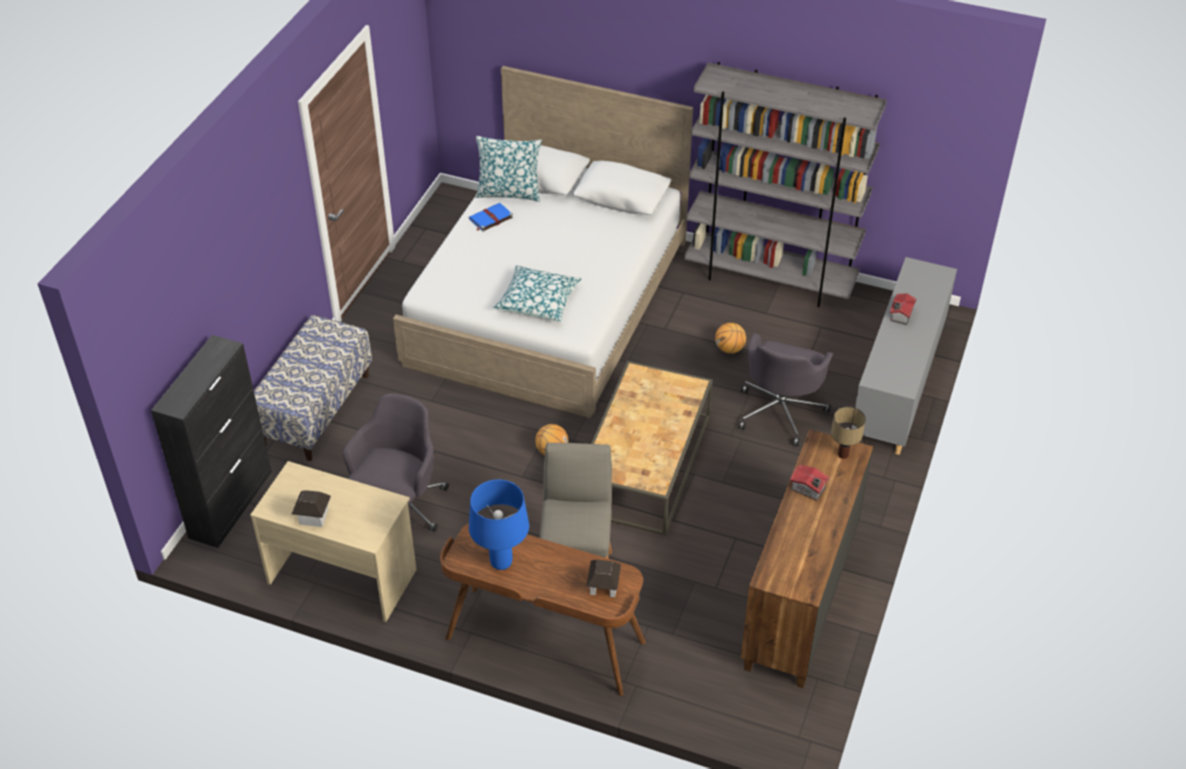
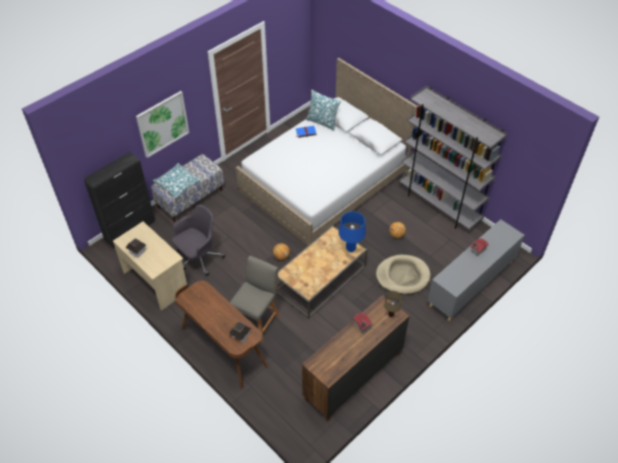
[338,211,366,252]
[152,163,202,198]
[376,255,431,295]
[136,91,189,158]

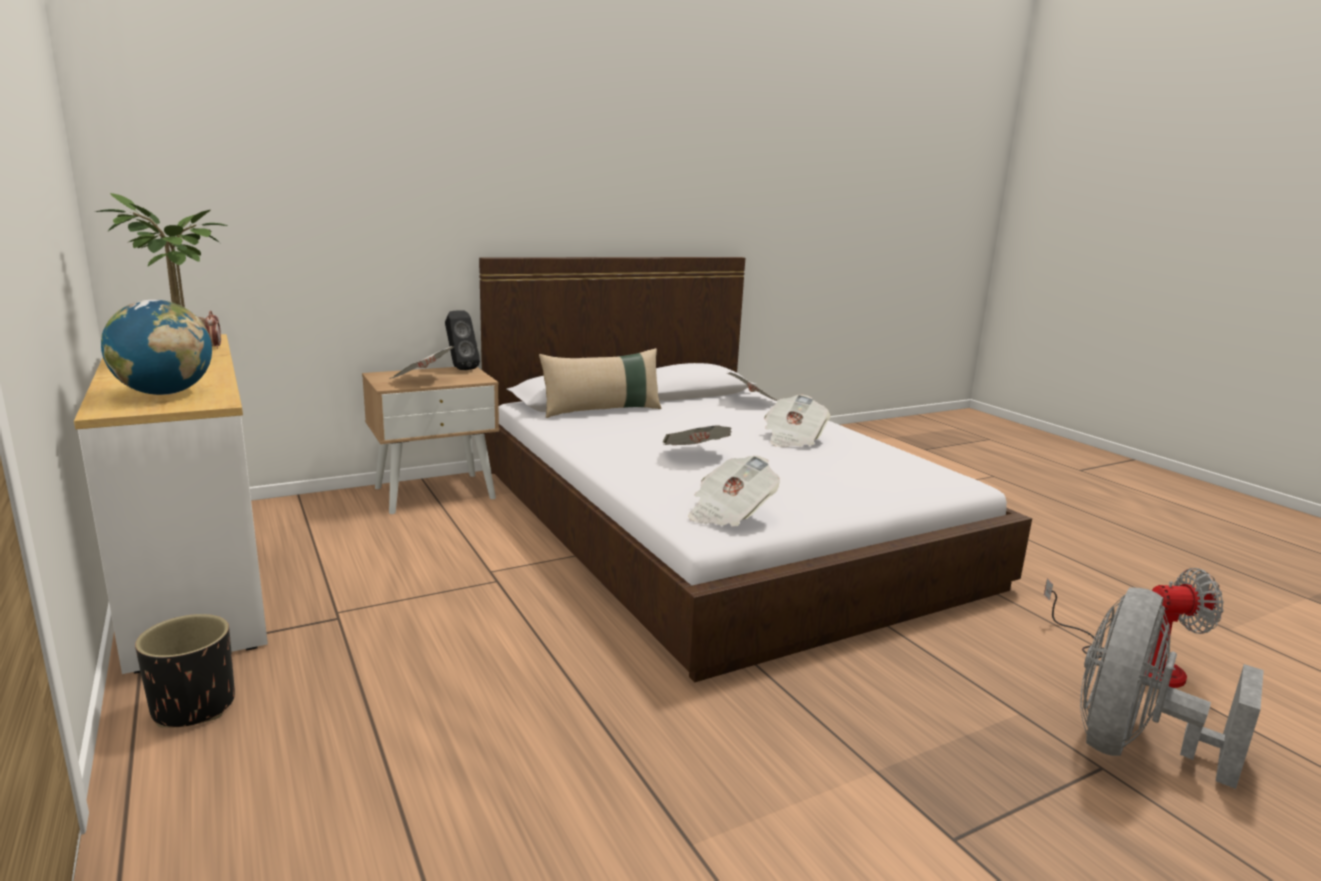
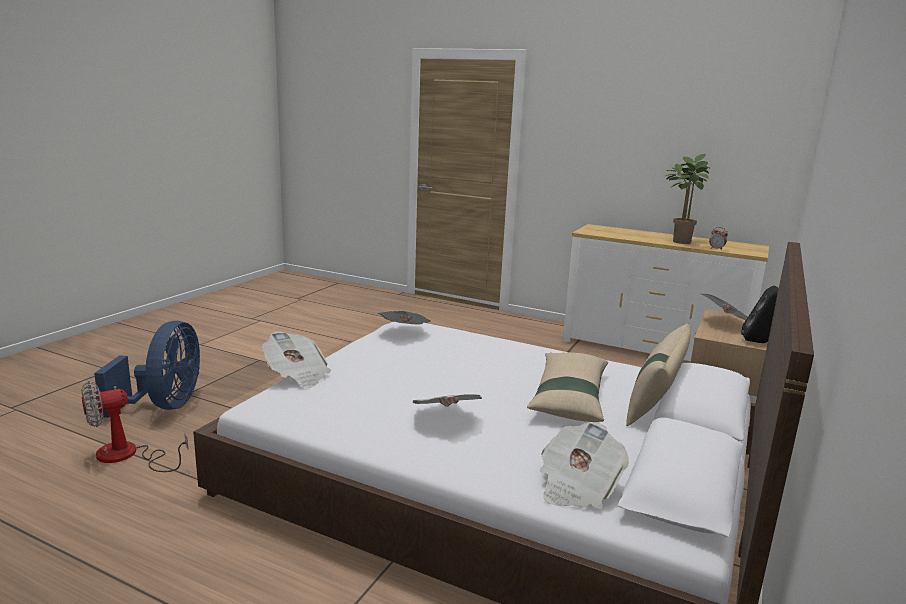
[101,300,212,395] (first image)
[135,614,235,728] (first image)
[262,331,331,388]
[94,321,200,418]
[527,352,608,422]

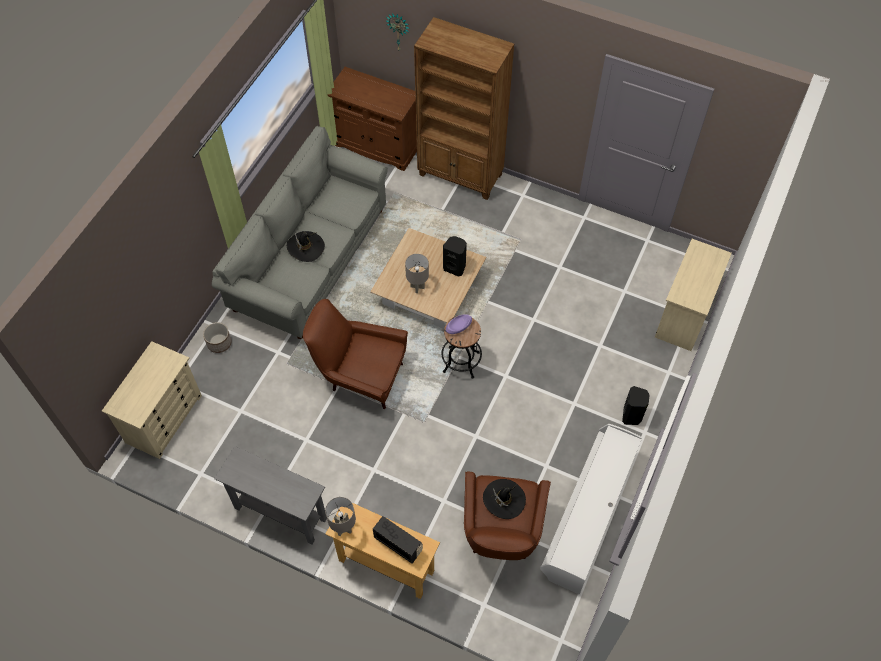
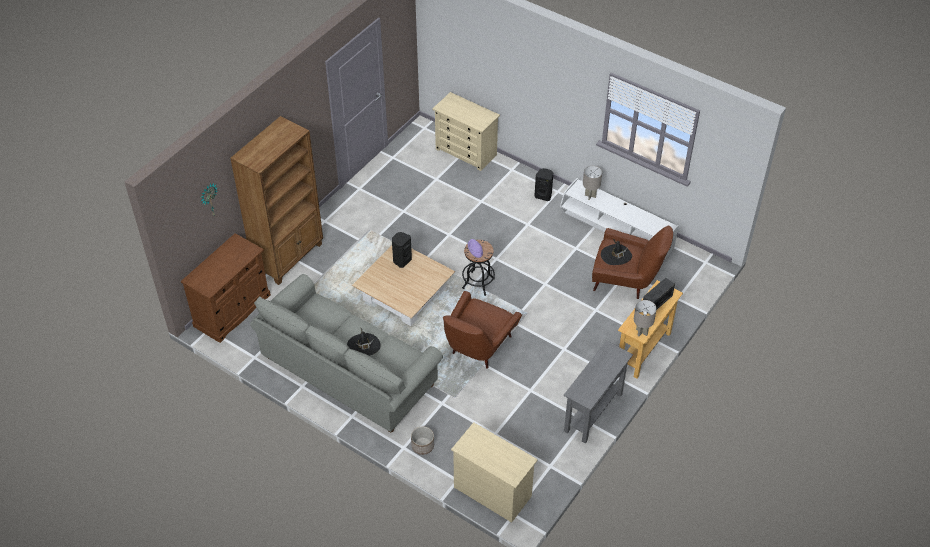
[583,166,602,200]

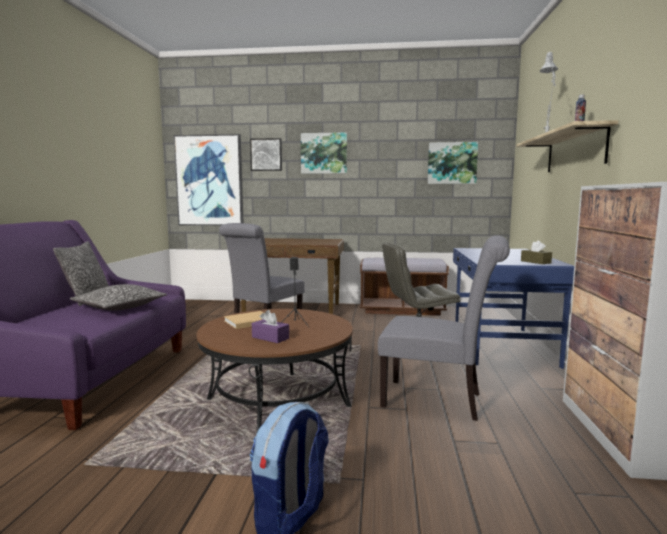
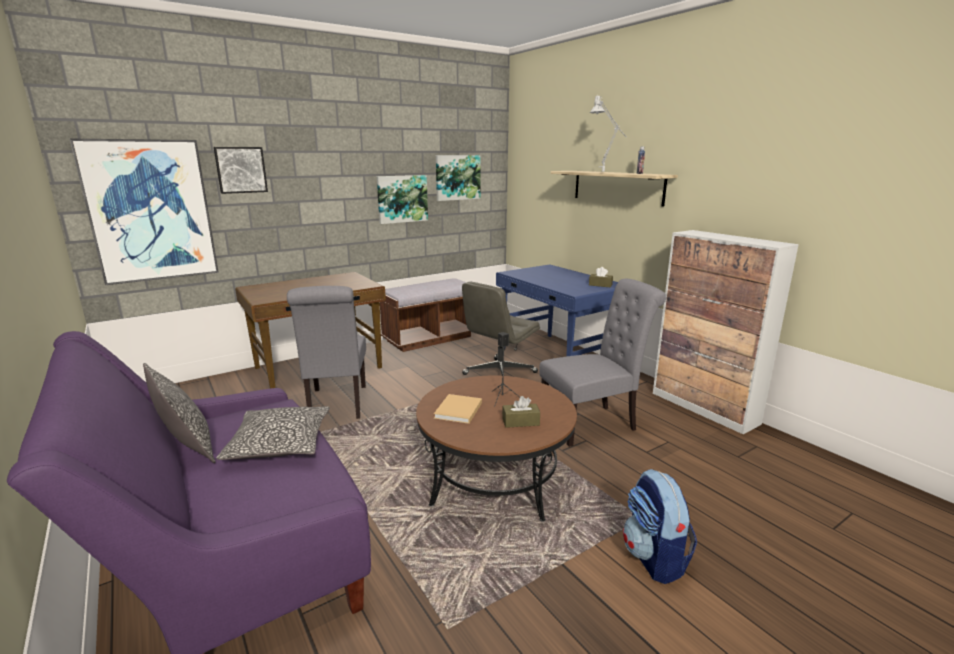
[502,396,540,428]
[377,175,428,224]

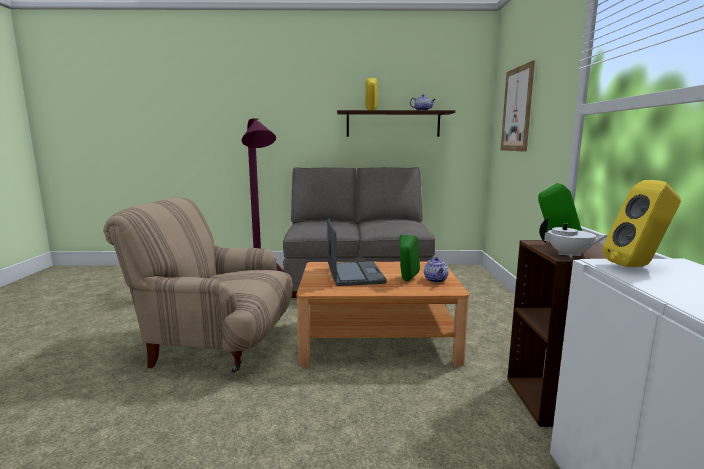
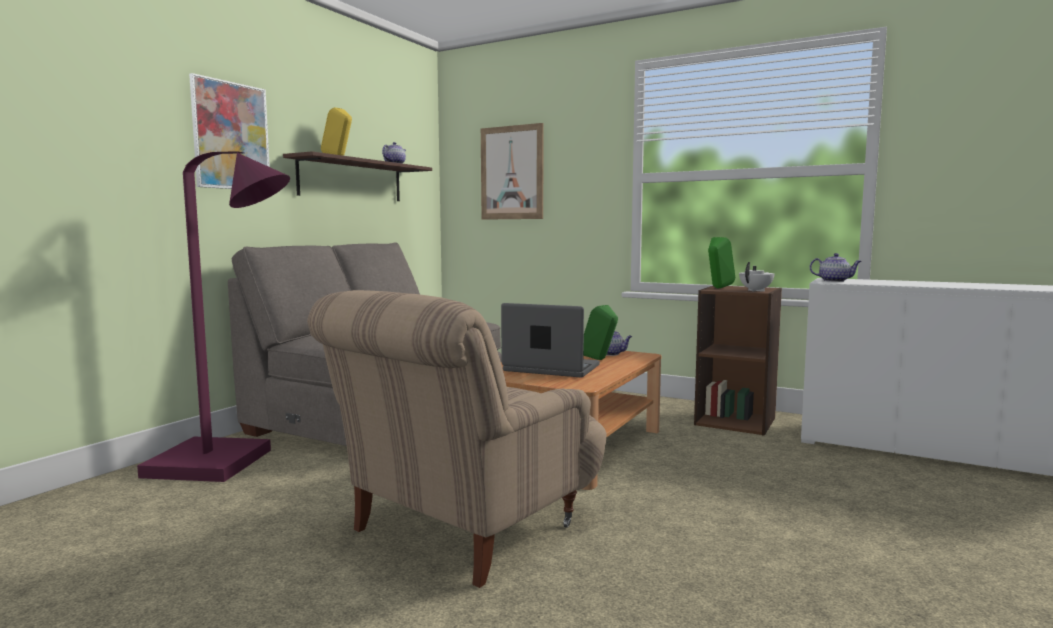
[810,253,862,282]
[189,73,270,189]

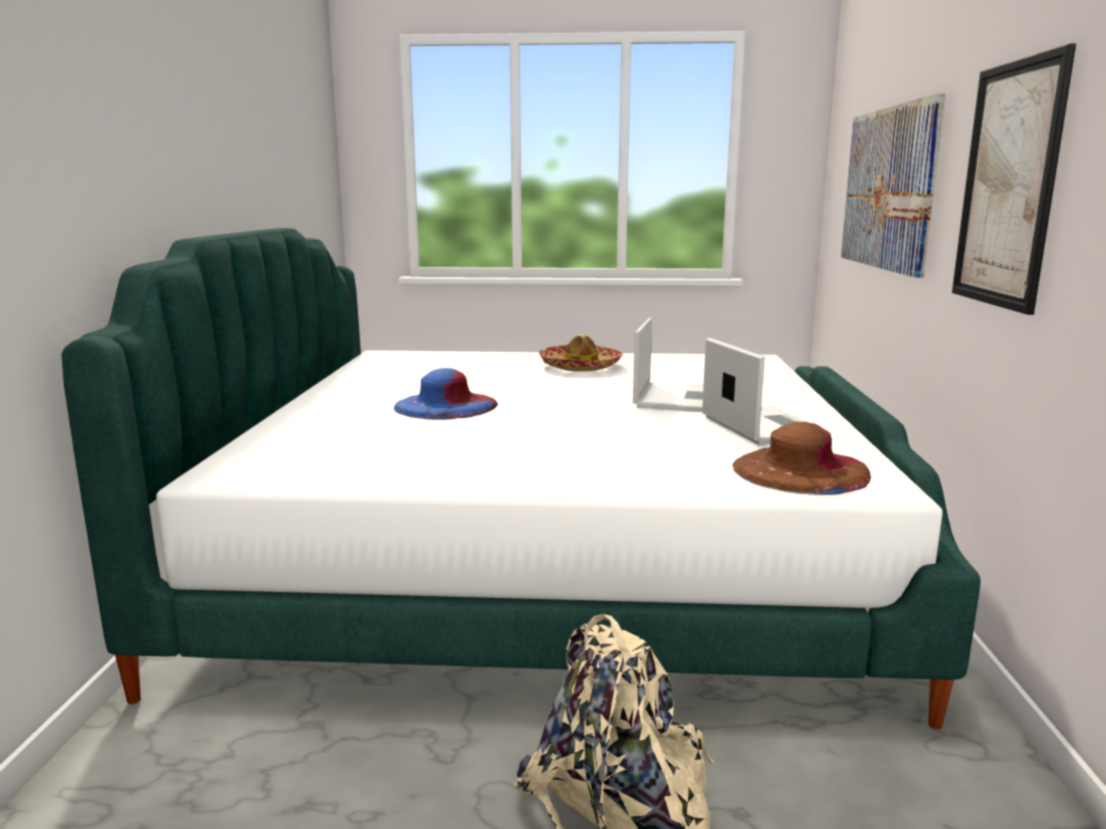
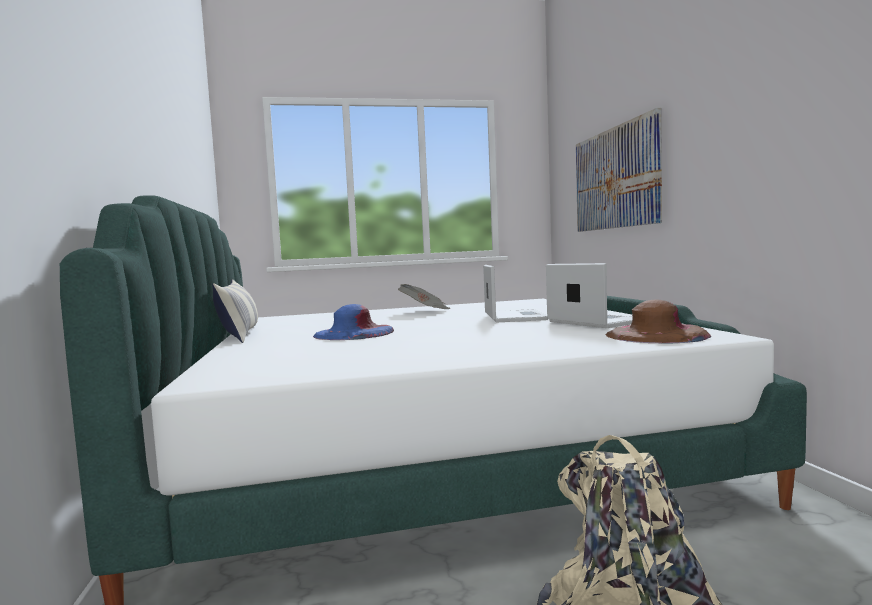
[398,284,451,309]
[952,44,1076,315] (first image)
[212,279,258,343]

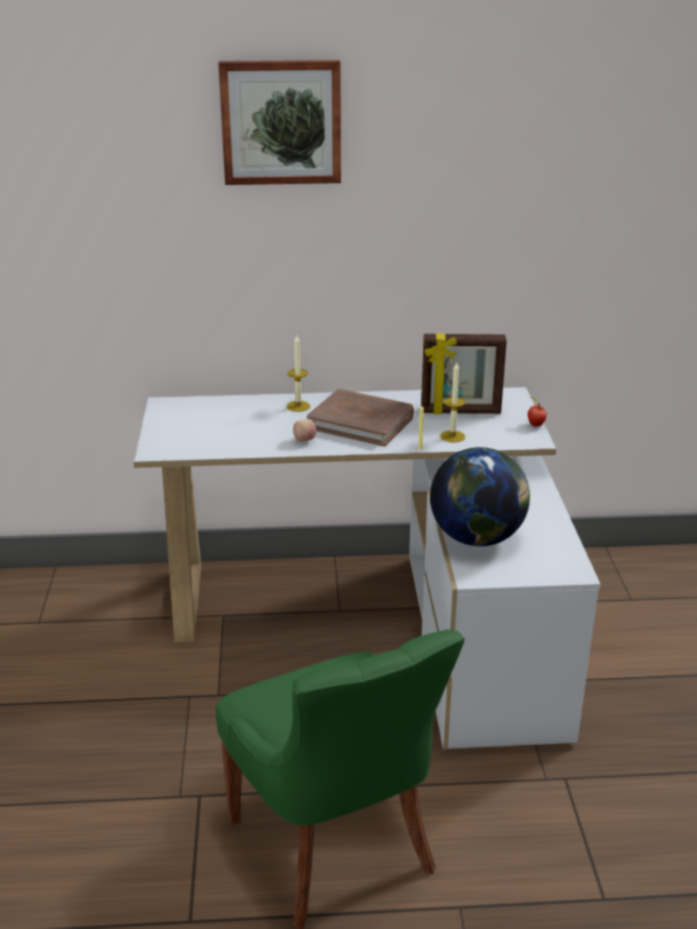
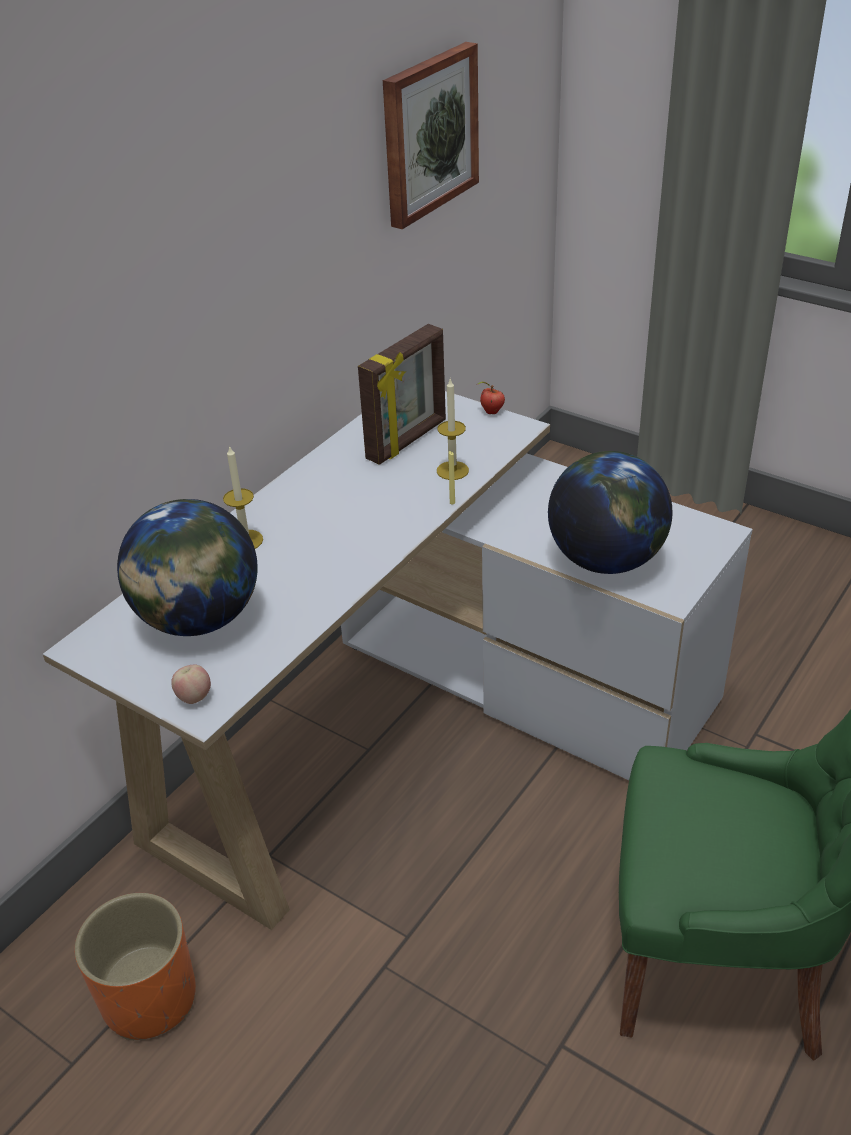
[383,42,479,229]
[171,665,211,704]
[307,389,414,446] (first image)
[75,893,196,1040]
[117,499,258,636]

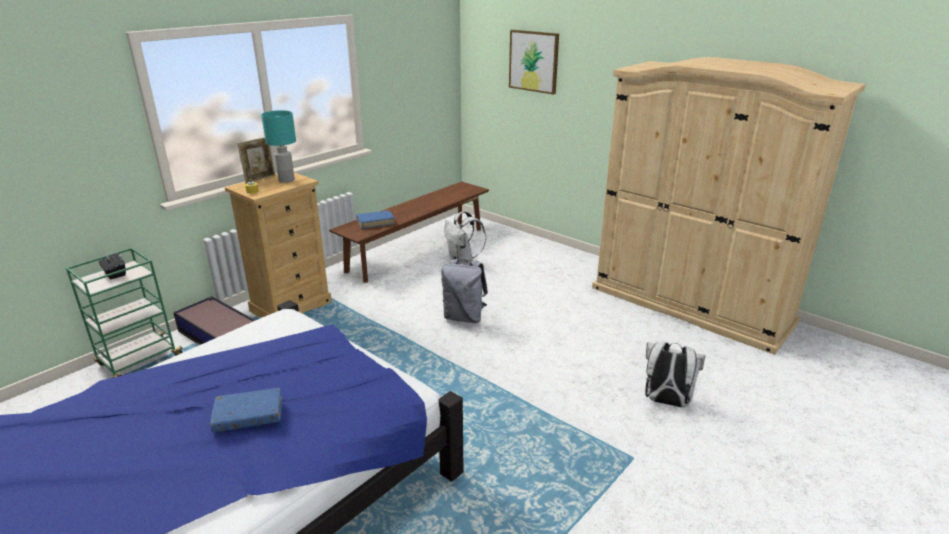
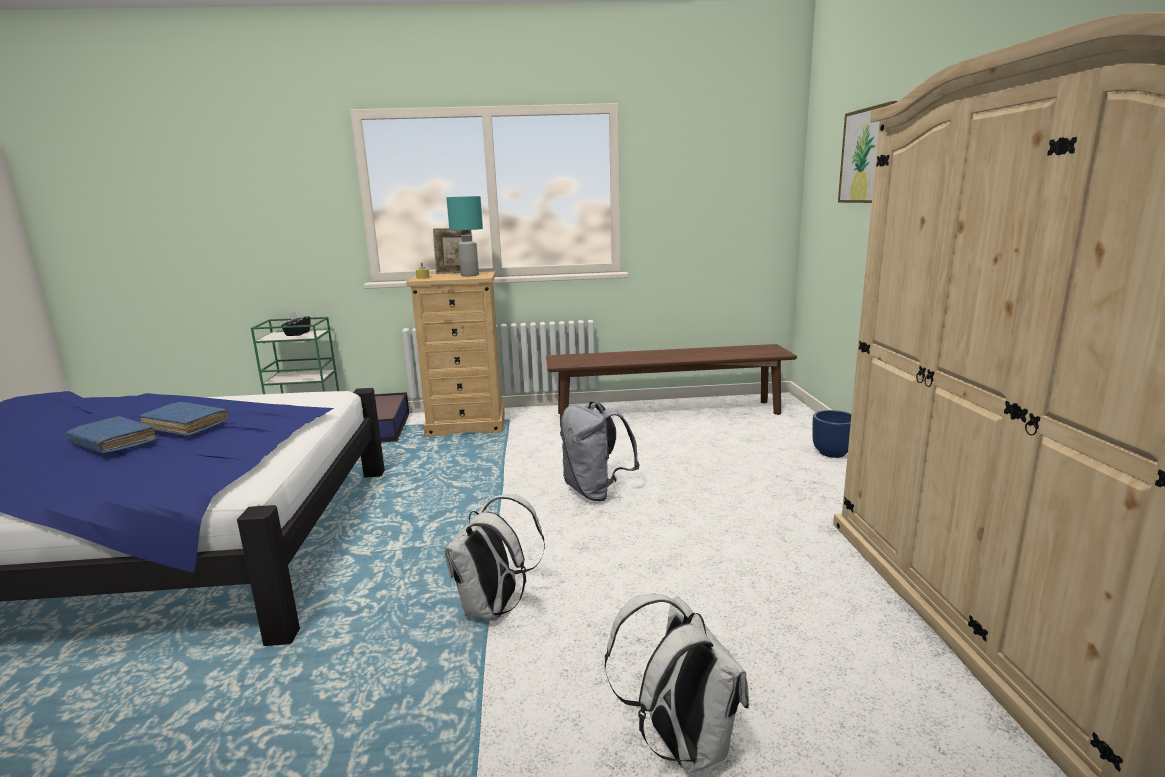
[140,402,228,436]
[444,494,545,621]
[812,410,851,458]

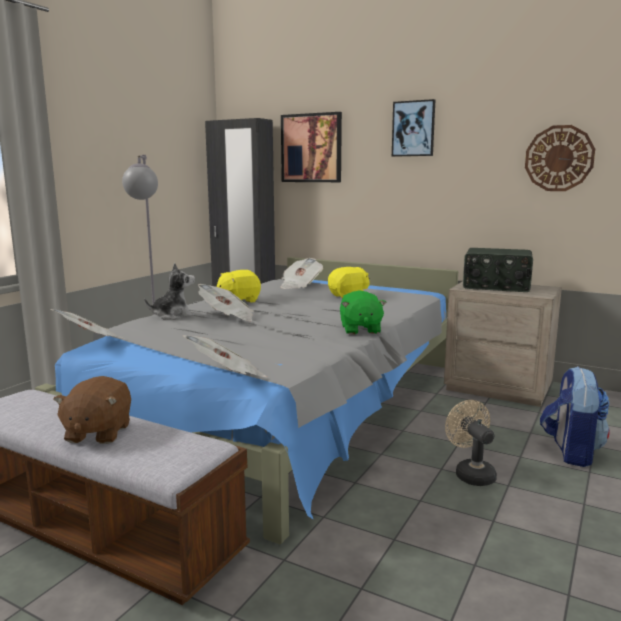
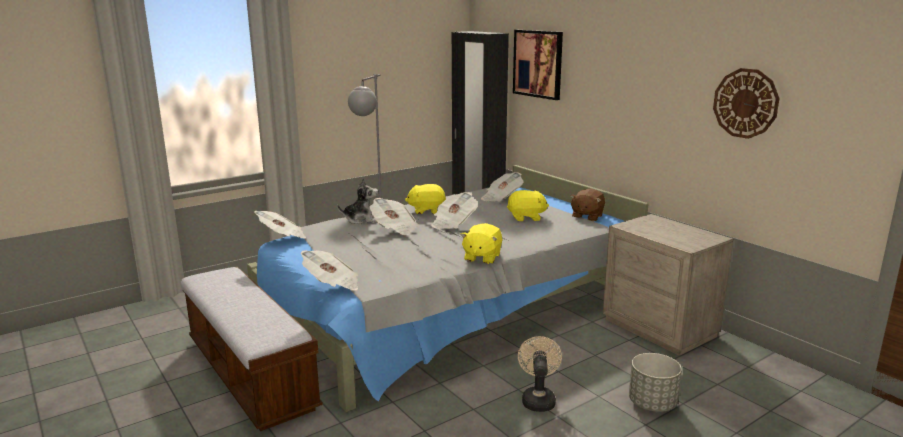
[570,189,605,222]
[460,223,502,264]
[392,99,435,157] (first image)
[463,248,533,292] (first image)
[629,353,682,412]
[431,192,478,229]

